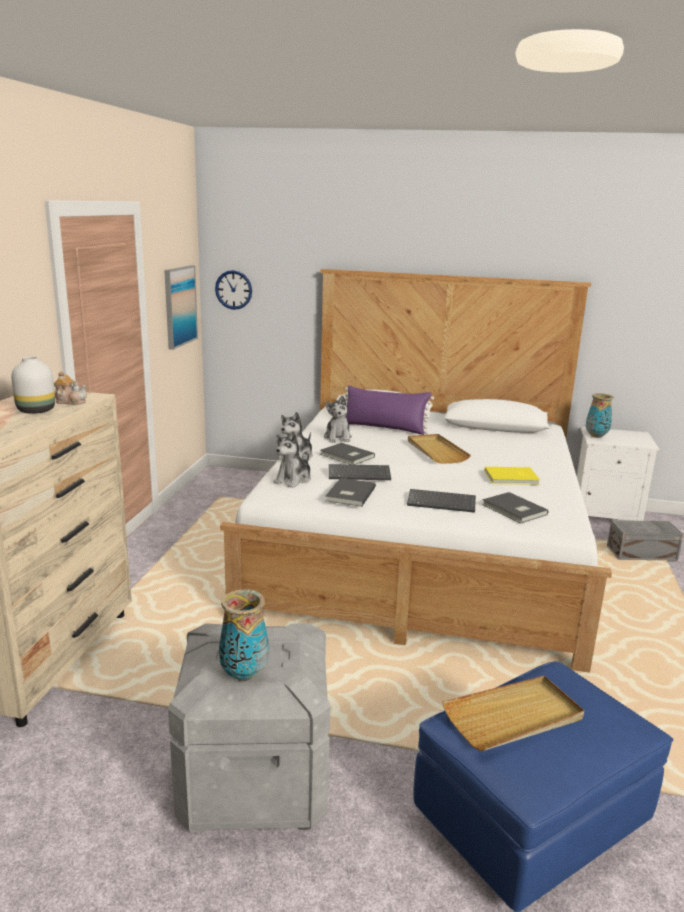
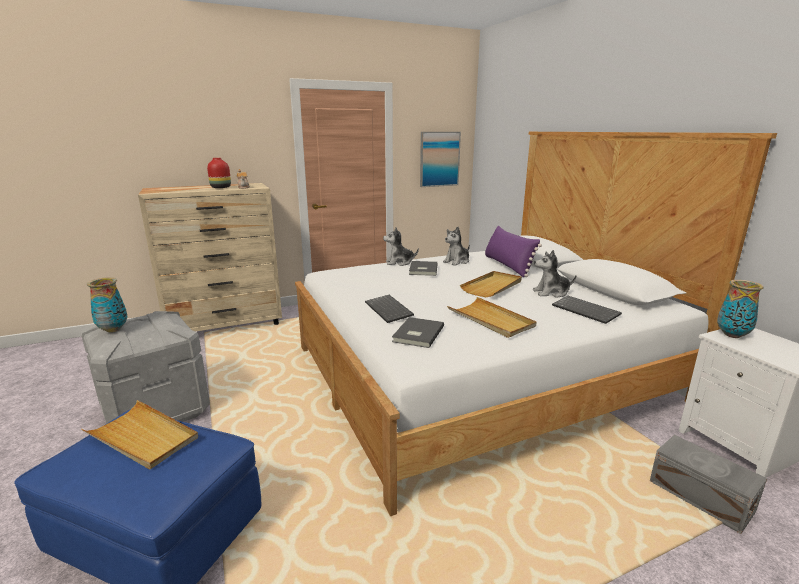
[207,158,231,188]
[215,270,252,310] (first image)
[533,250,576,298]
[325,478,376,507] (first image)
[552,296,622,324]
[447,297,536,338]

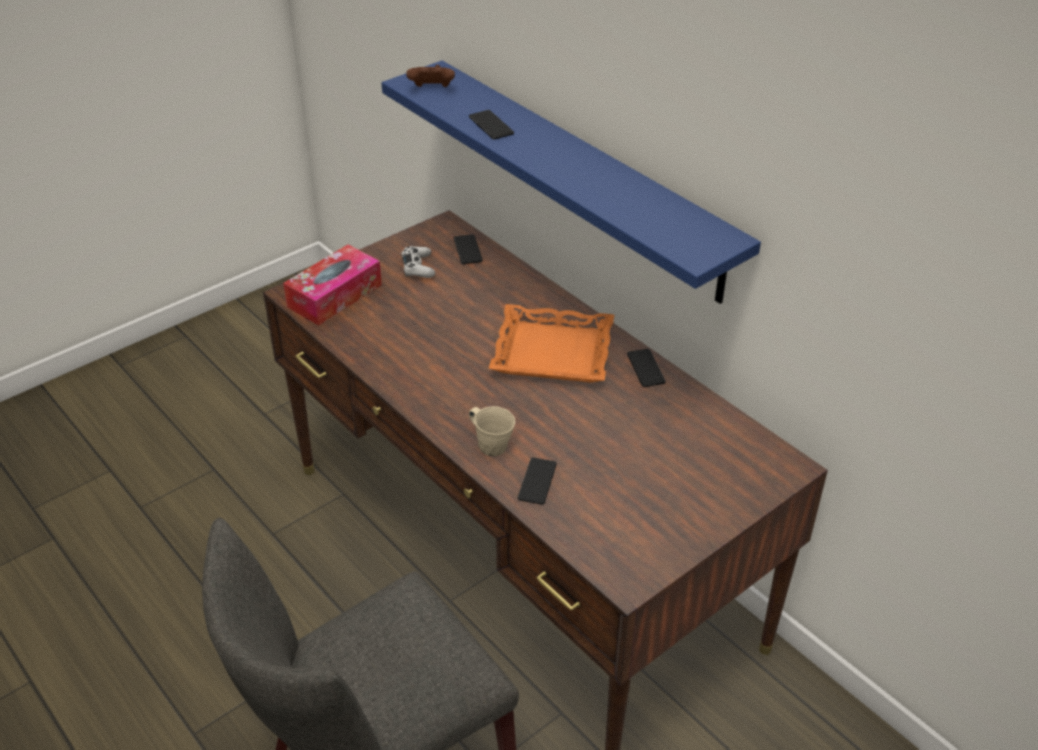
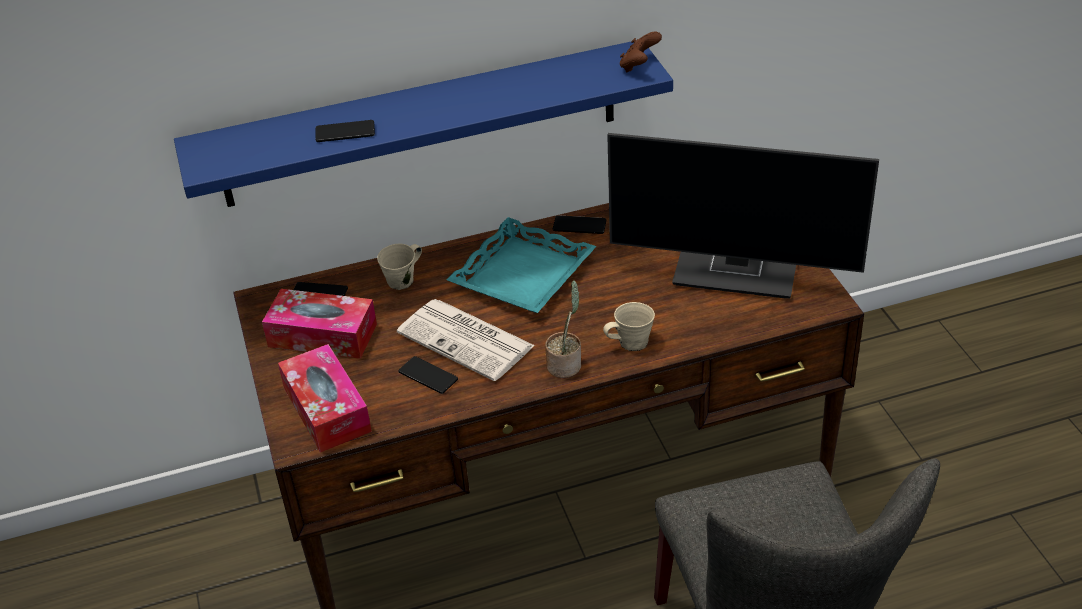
[262,289,377,359]
[620,32,662,72]
[446,217,597,313]
[398,356,458,394]
[377,244,422,290]
[397,299,535,381]
[545,280,581,378]
[607,133,879,299]

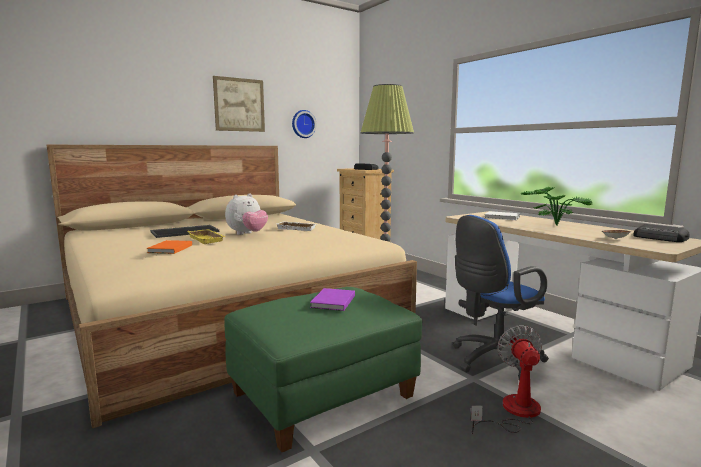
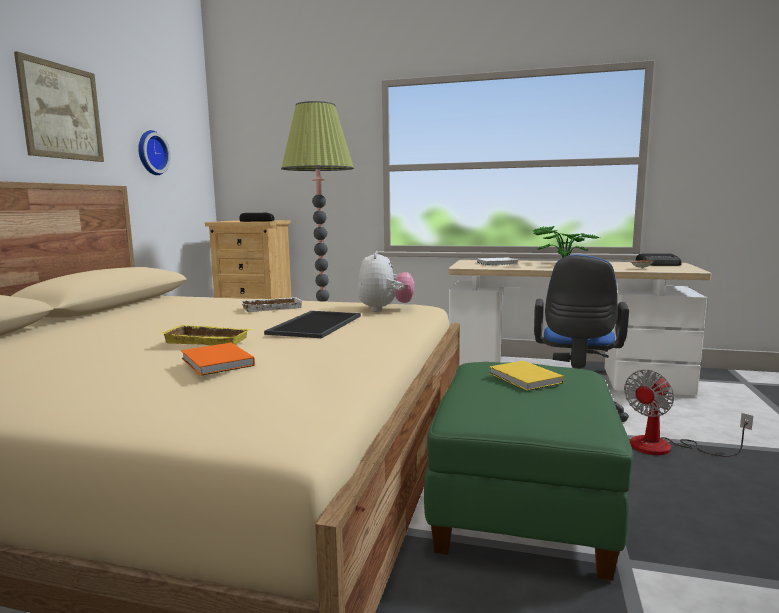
[264,311,361,338]
[357,251,414,312]
[489,361,564,391]
[624,370,753,457]

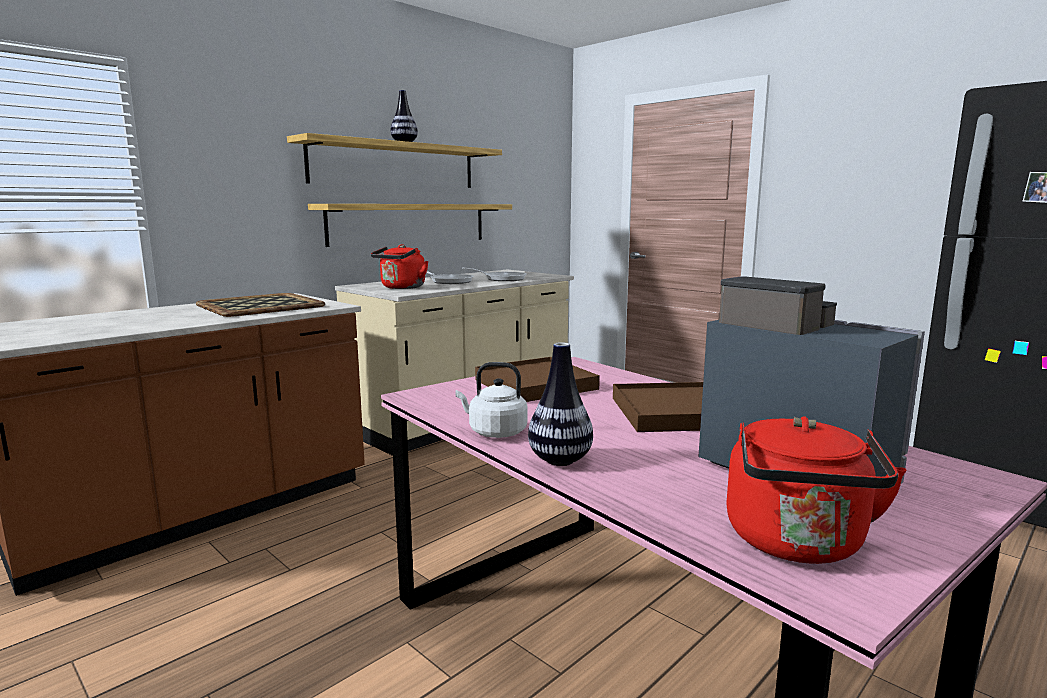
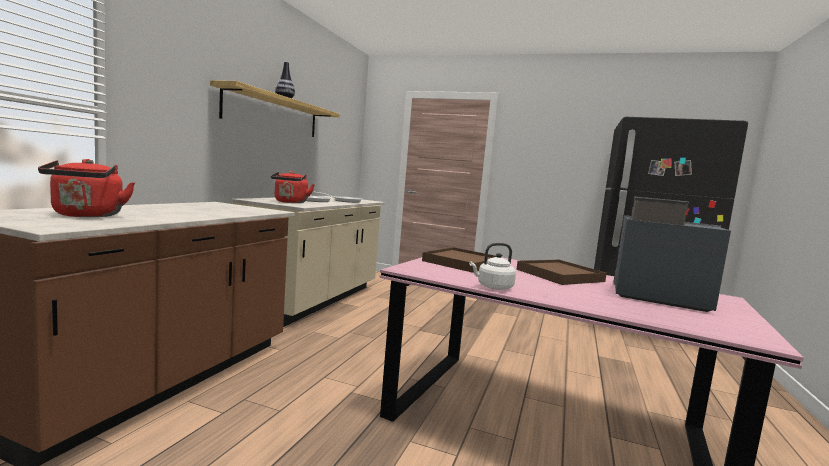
[196,293,325,317] (first image)
[308,204,512,247] (first image)
[528,342,593,466] (first image)
[38,159,135,217]

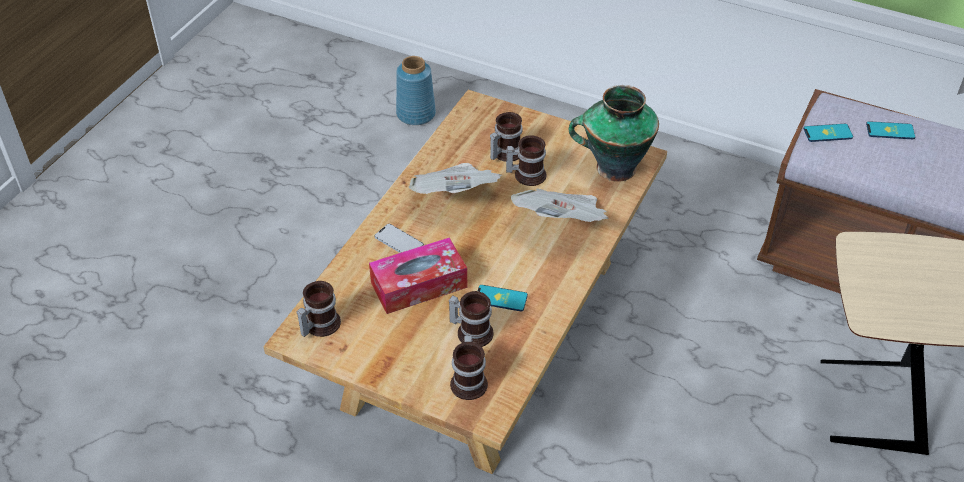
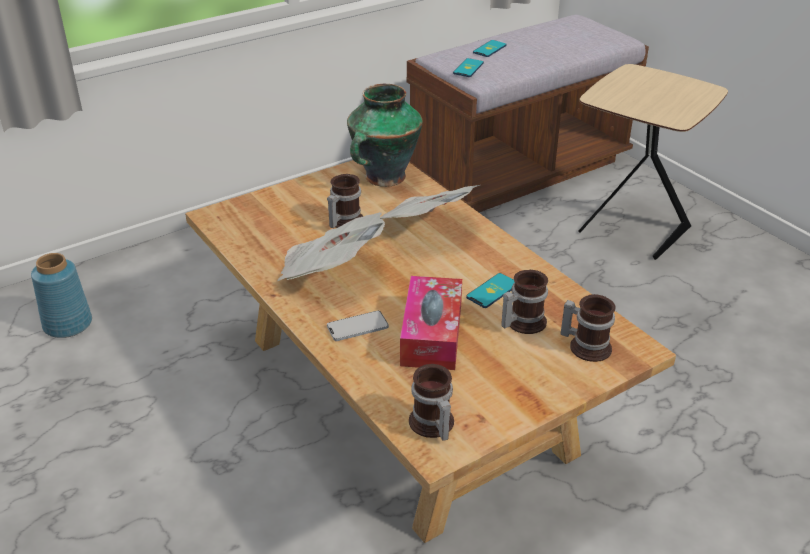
[490,112,523,162] (first image)

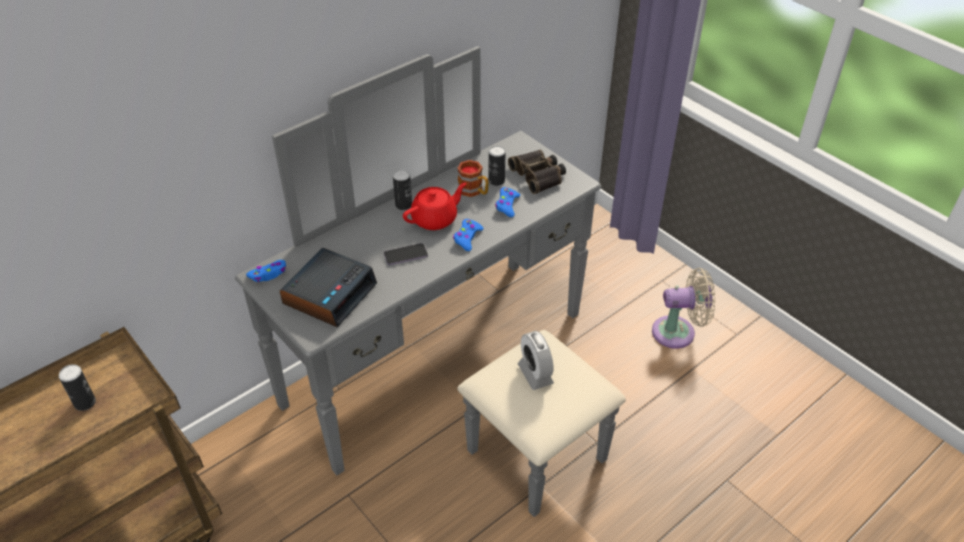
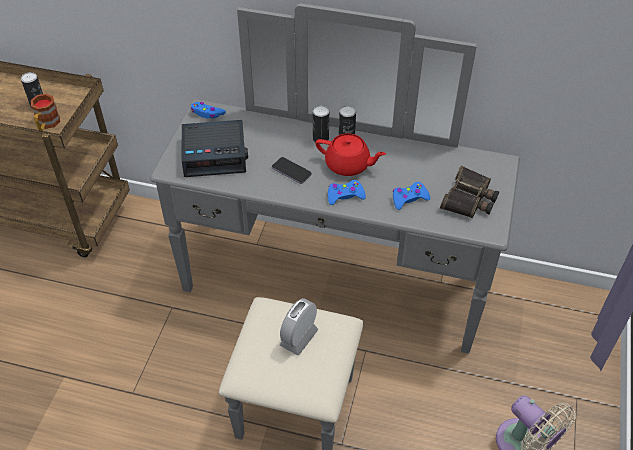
[31,94,60,131]
[313,105,329,144]

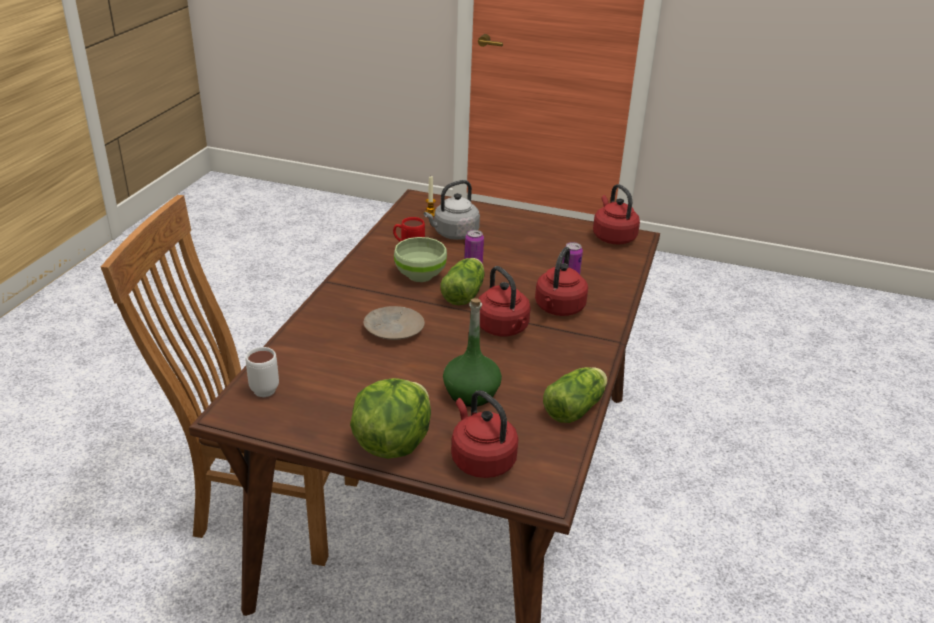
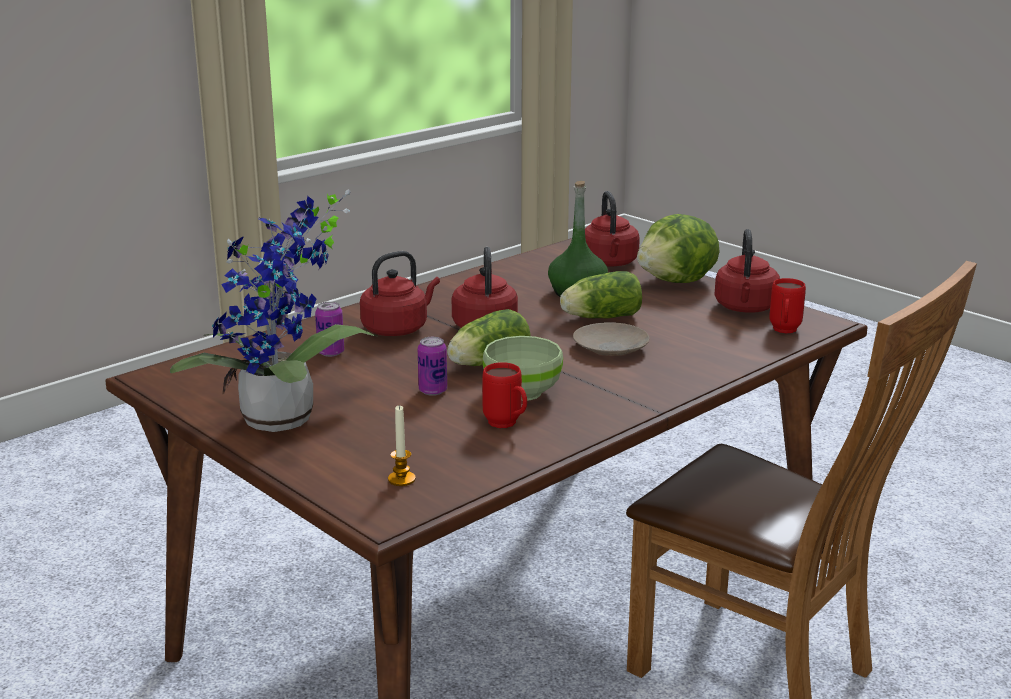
[769,278,806,333]
[424,180,480,240] (first image)
[560,271,642,318]
[715,229,780,313]
[170,189,378,432]

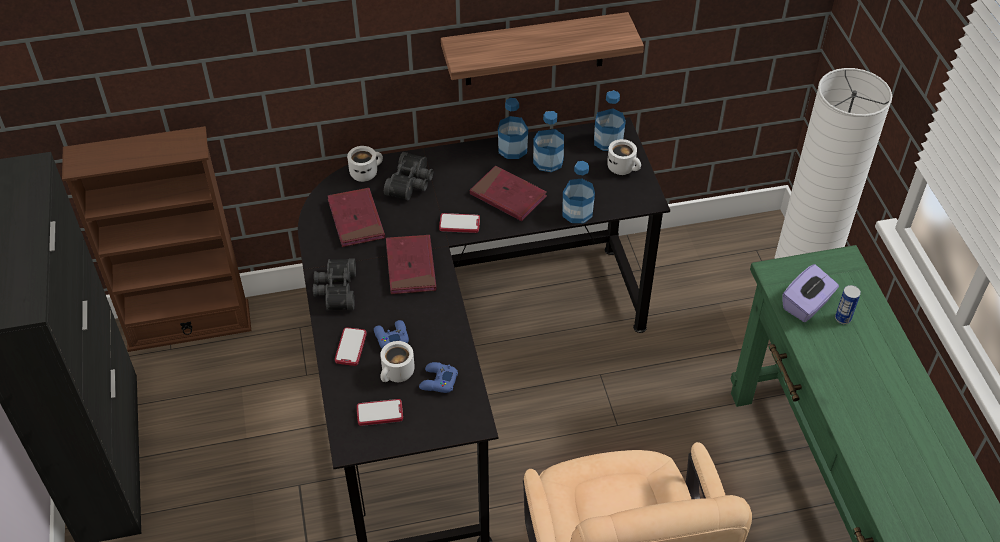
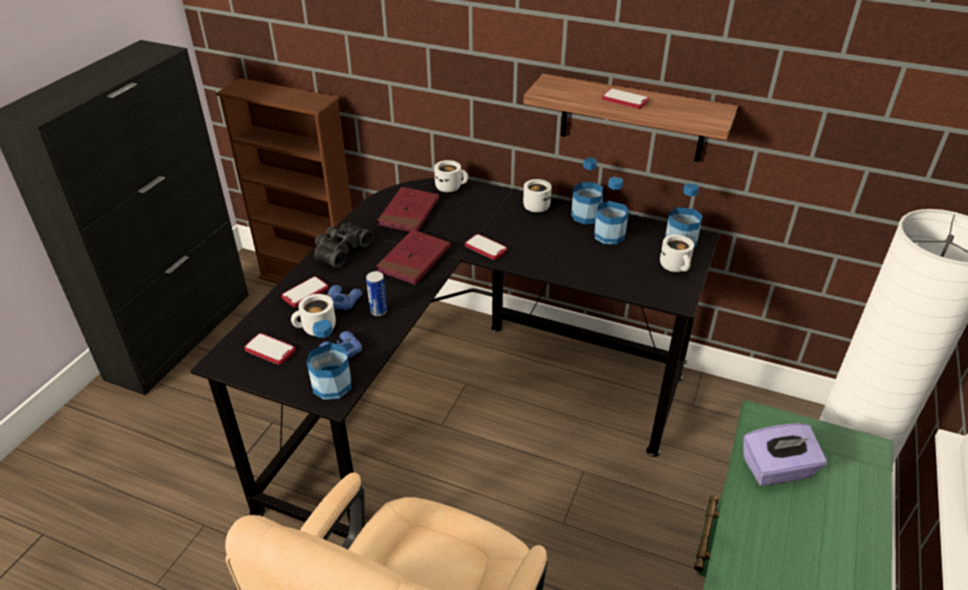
[384,152,433,200] (first image)
[470,166,547,221] (first image)
[306,319,351,400]
[366,271,387,316]
[523,179,552,212]
[602,88,649,109]

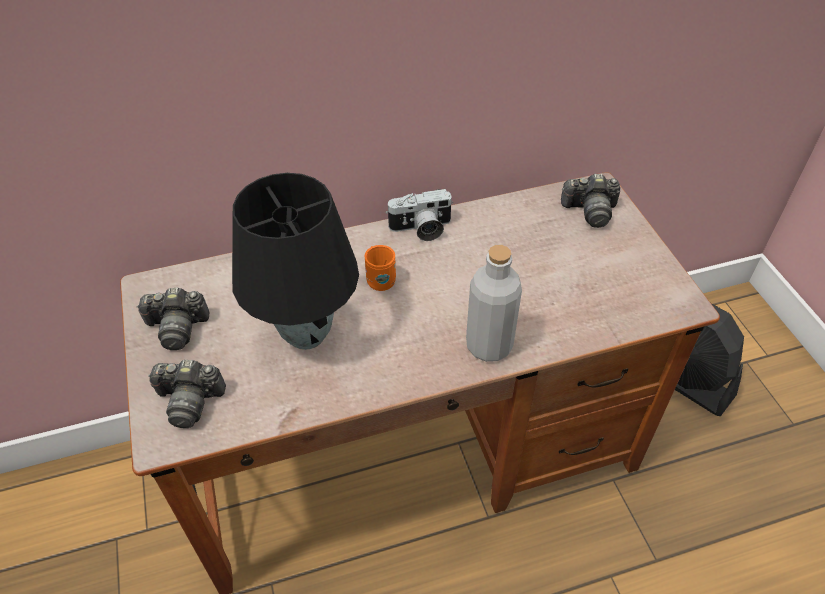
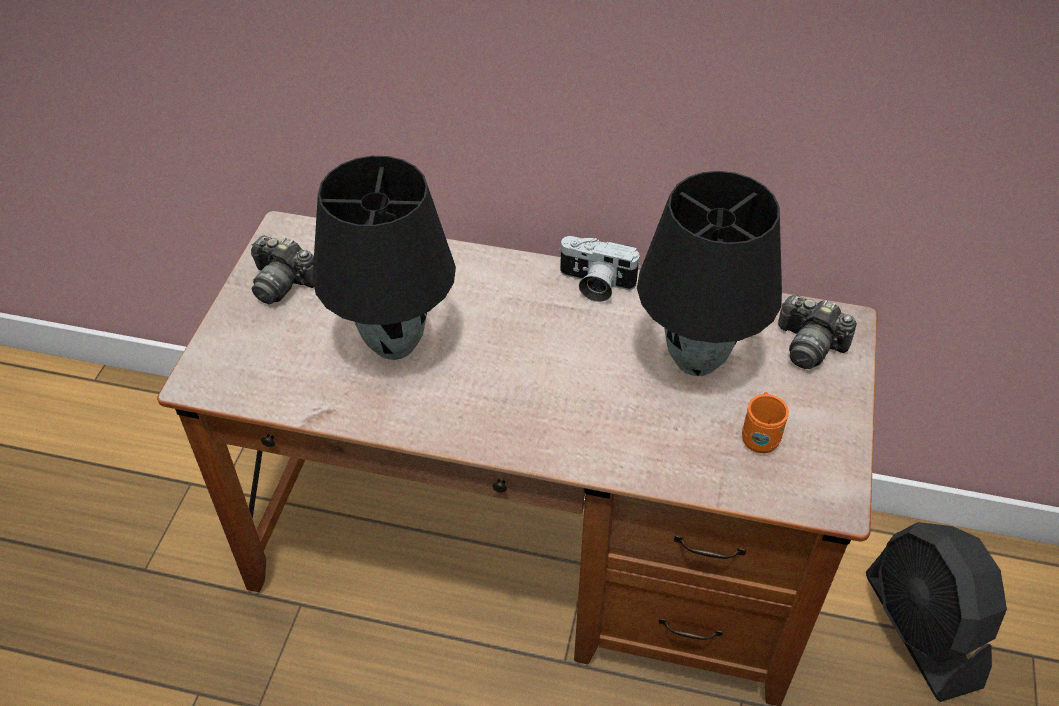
[148,360,226,428] (first image)
[742,392,789,453]
[466,245,522,362] (first image)
[637,171,782,376]

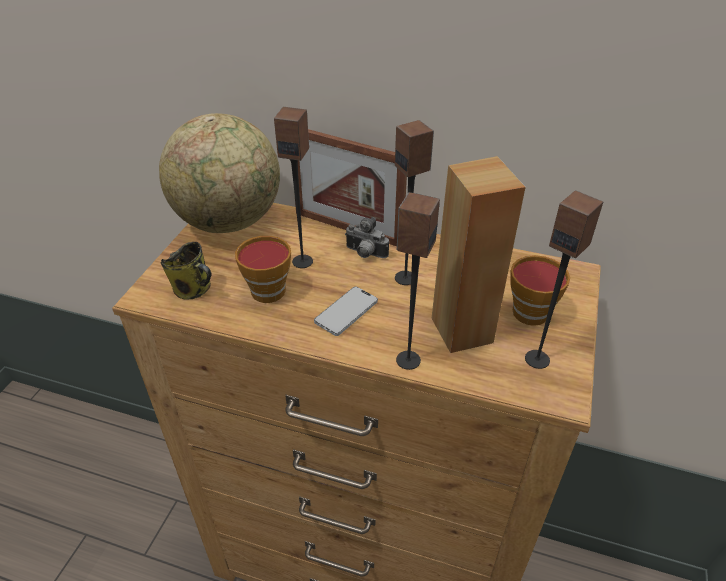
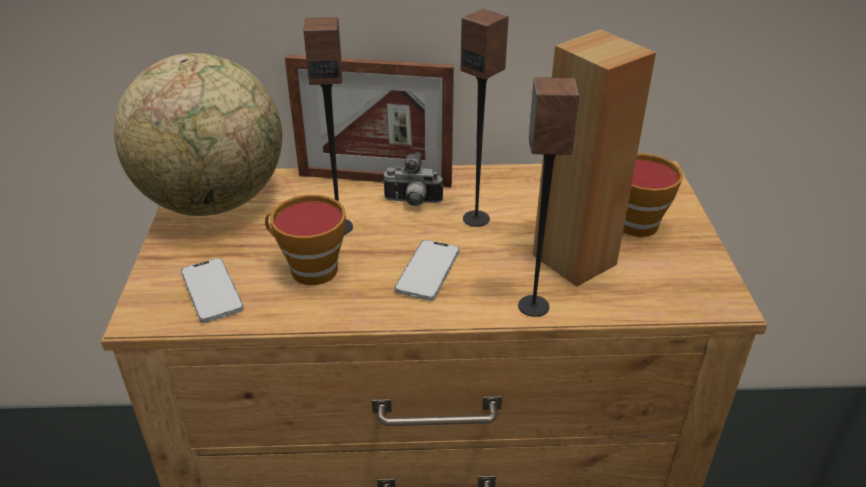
[181,258,244,323]
[525,191,603,369] (first image)

